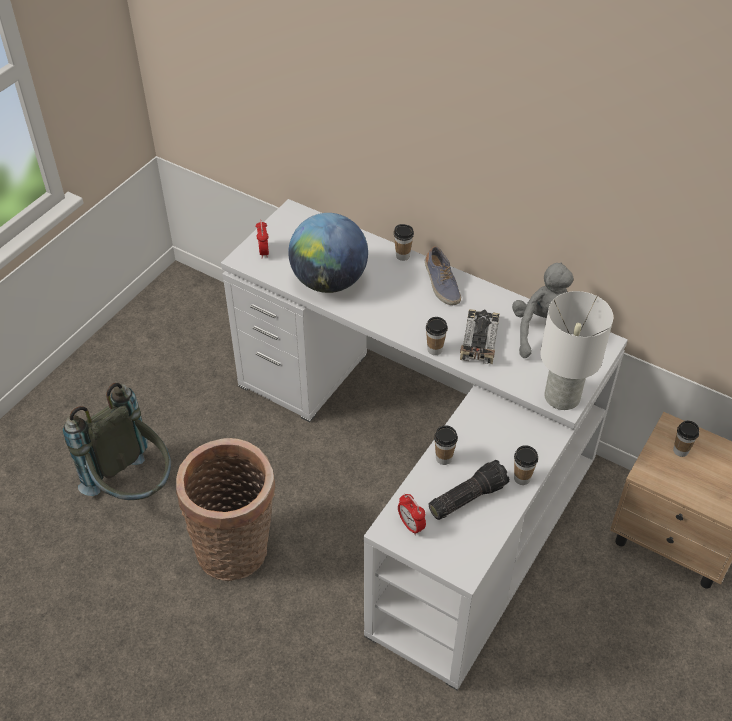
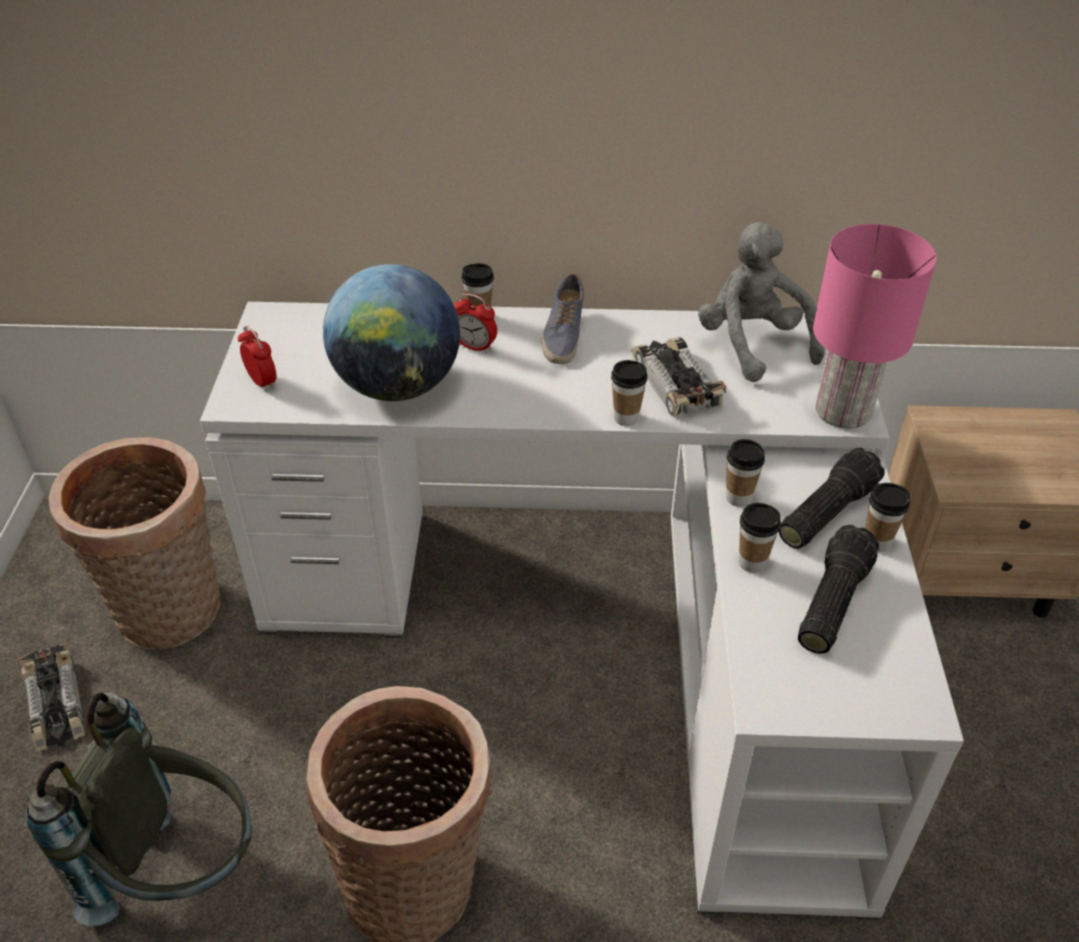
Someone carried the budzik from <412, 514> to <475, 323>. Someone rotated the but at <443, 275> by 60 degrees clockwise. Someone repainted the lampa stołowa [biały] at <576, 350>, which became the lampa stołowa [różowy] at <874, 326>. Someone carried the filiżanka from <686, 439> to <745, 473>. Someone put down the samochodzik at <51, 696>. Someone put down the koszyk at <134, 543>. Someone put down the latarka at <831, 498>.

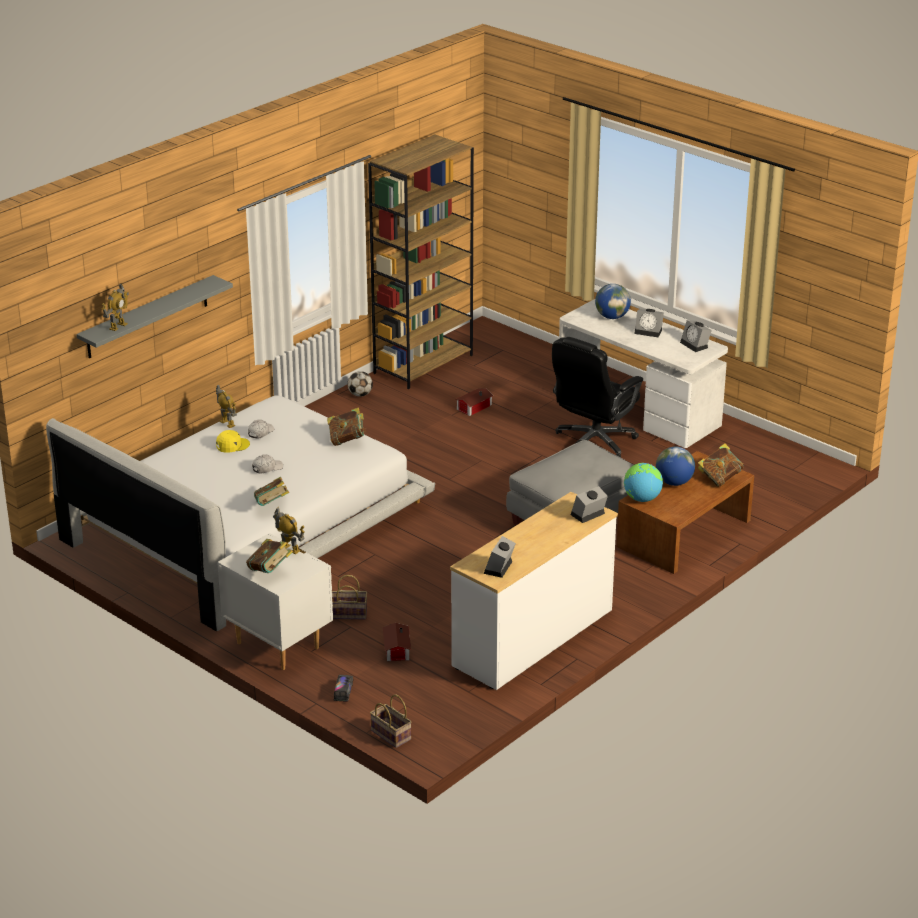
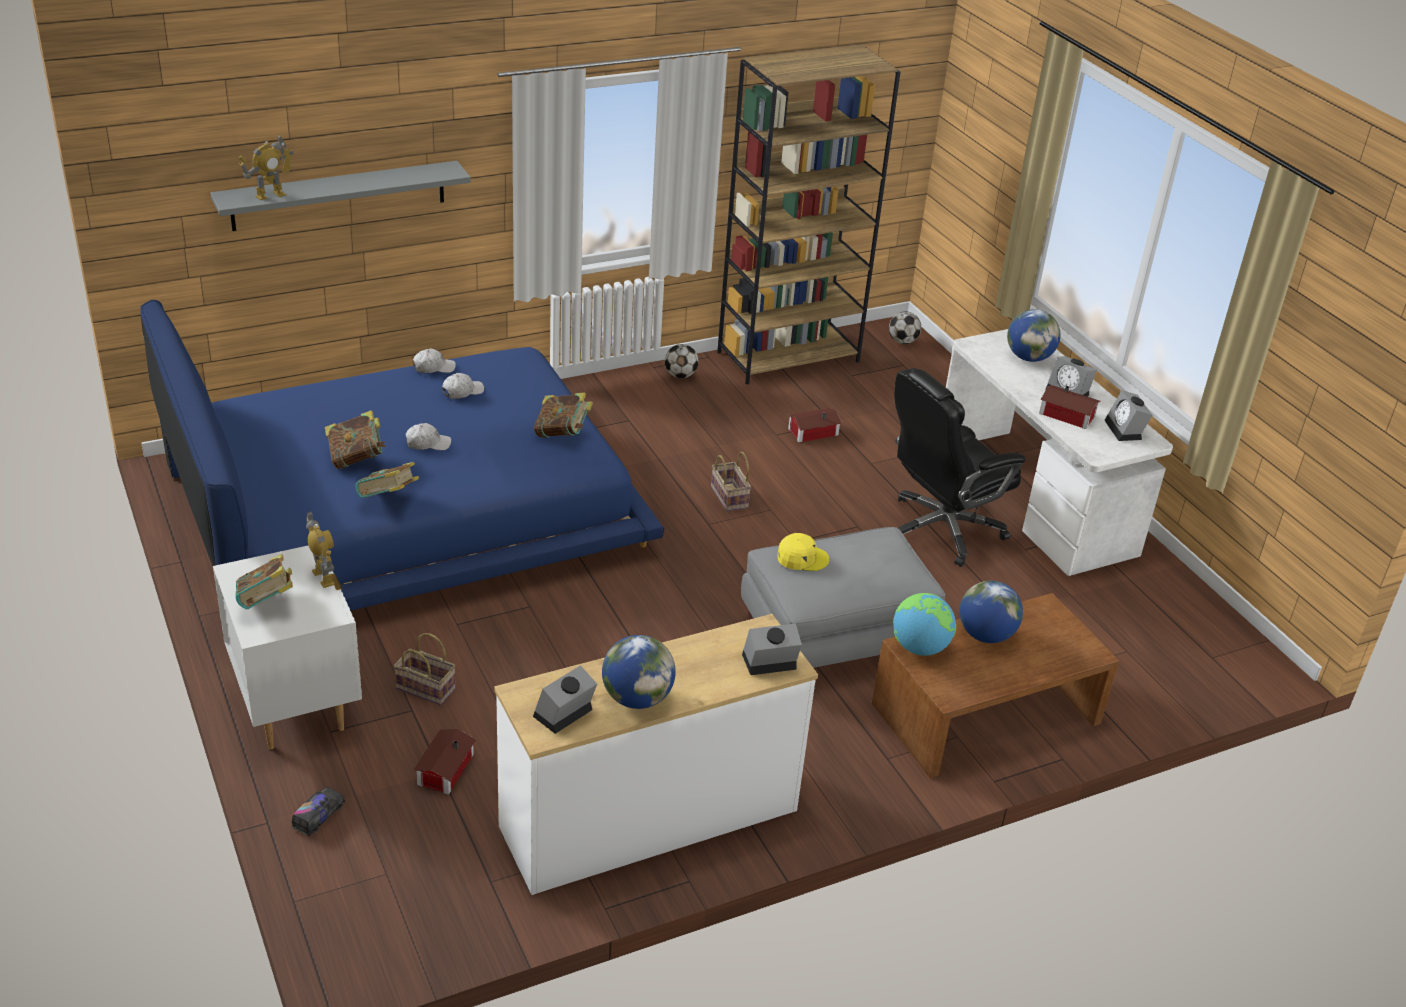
Someone repainted the łóżko [biały] at <240, 513>, which became the łóżko [niebieski] at <402, 455>. Someone swapped the robot zabawkowy at <226, 406> for the czapka z daszkiem [biały] at <434, 360>. Someone carried the czapka z daszkiem [żółty] from <233, 441> to <803, 552>. Someone carried the koszyk from <391, 721> to <731, 481>. Someone carried the książka from <721, 465> to <355, 439>. Someone put down the globus at <639, 672>. Someone put down the piłka futbolowa at <905, 328>. Someone put down the domek at <1070, 407>.

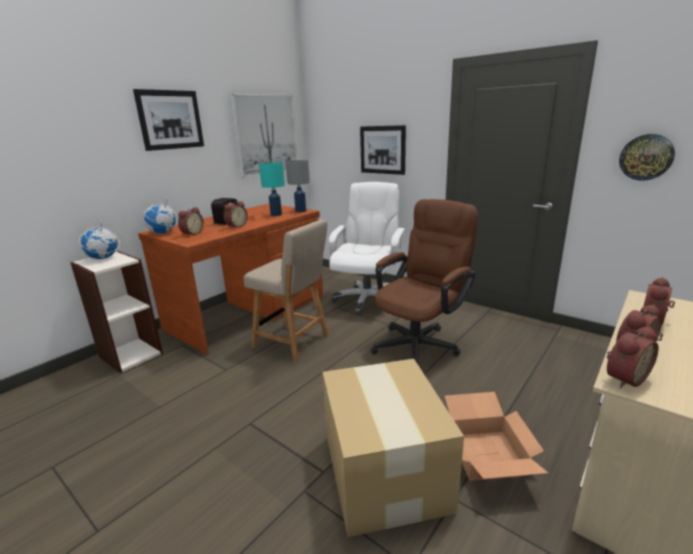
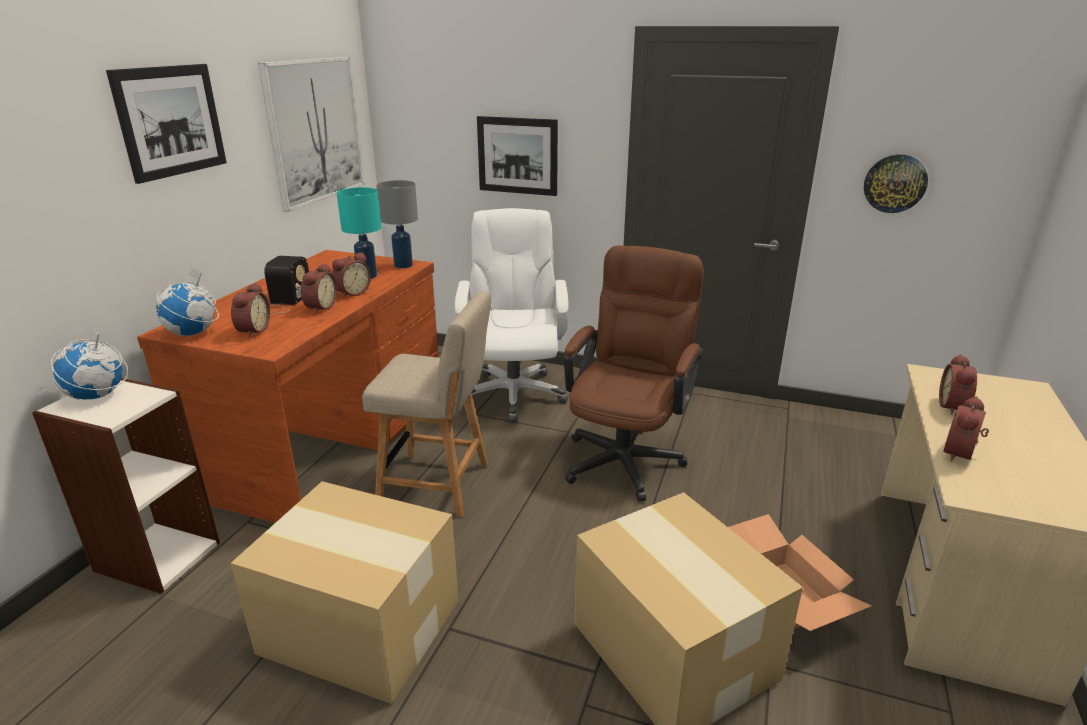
Someone carried the budzik from <633, 357> to <351, 275>. Someone put down the karton at <345, 592>.

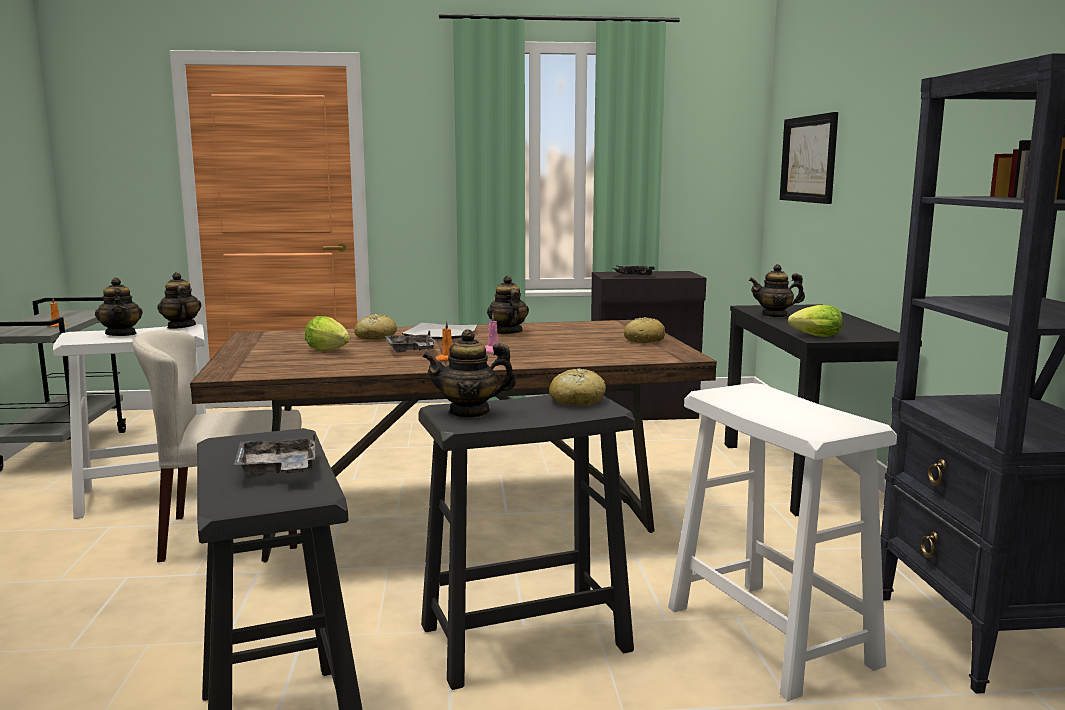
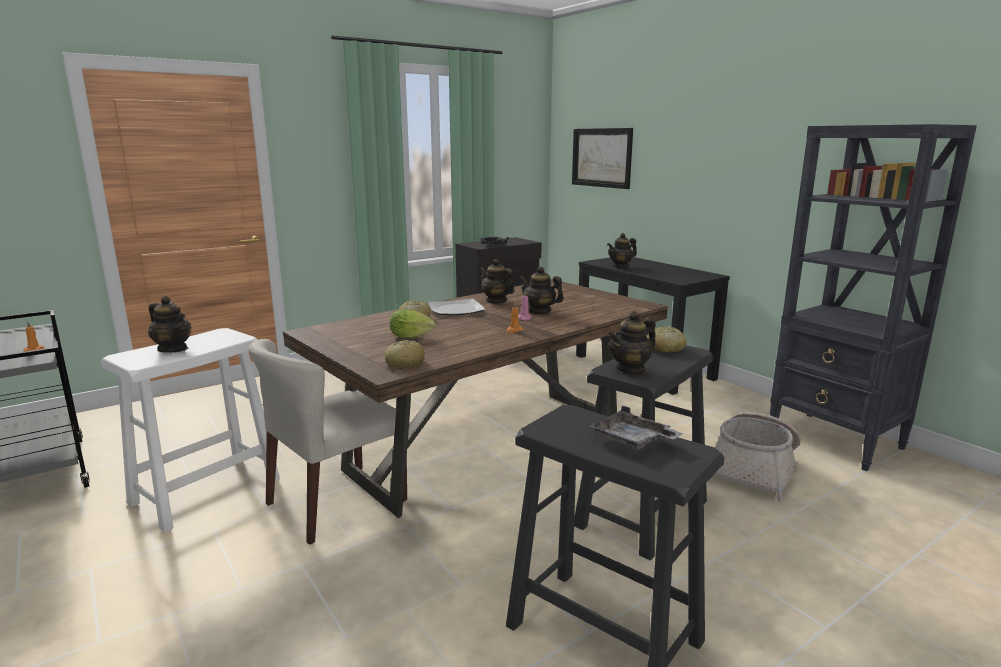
Someone carried the imbryk from <179, 300> to <541, 290>. Someone took away the taca [szary] at <410, 341>. Someone carried the chleb from <644, 330> to <405, 354>. Someone swapped the stołek [biały] at <782, 542> for the koszyk at <757, 457>. Someone took away the sałata at <815, 321>.

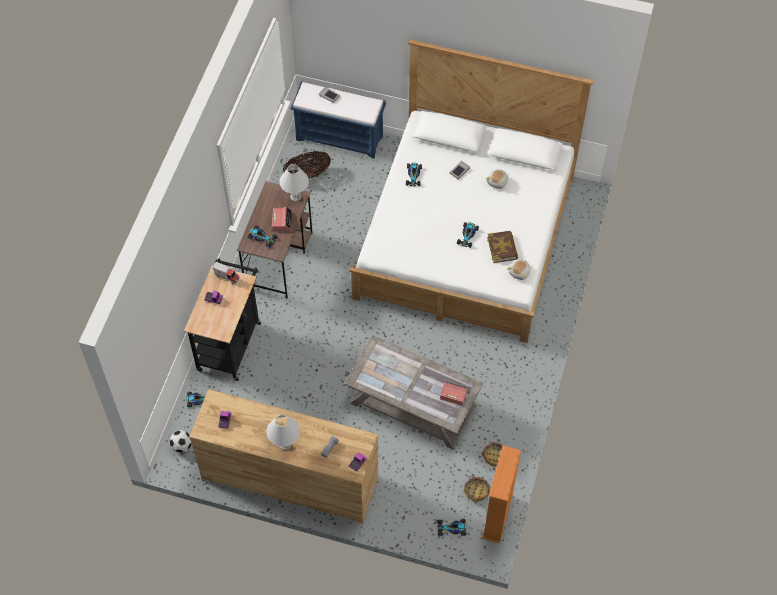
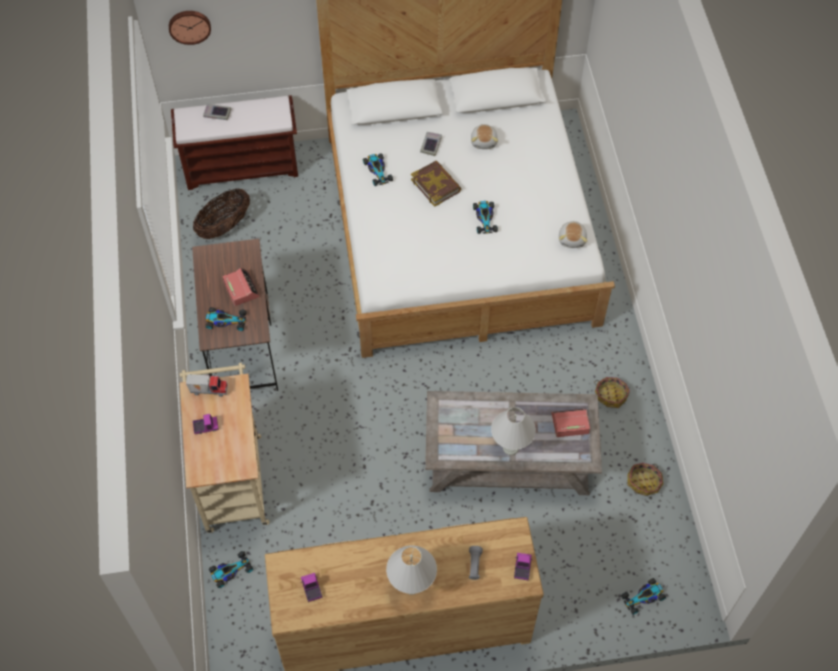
Someone took away the piłka futbolowa at <180, 441>. Someone repainted the wózek [czarny] at <222, 319>, which became the wózek [beżowy] at <225, 448>. Someone carried the lampa stołowa [biały] from <294, 183> to <513, 431>. Someone repainted the ławka [niebieski] at <338, 120>, which became the ławka [brązowy] at <234, 142>. Someone carried the koszyk from <477, 489> to <612, 392>. Someone took away the regał [pomarańczowy] at <501, 494>. Someone carried the książka from <502, 247> to <436, 184>. Someone put up the zegar ścienny at <190, 28>.

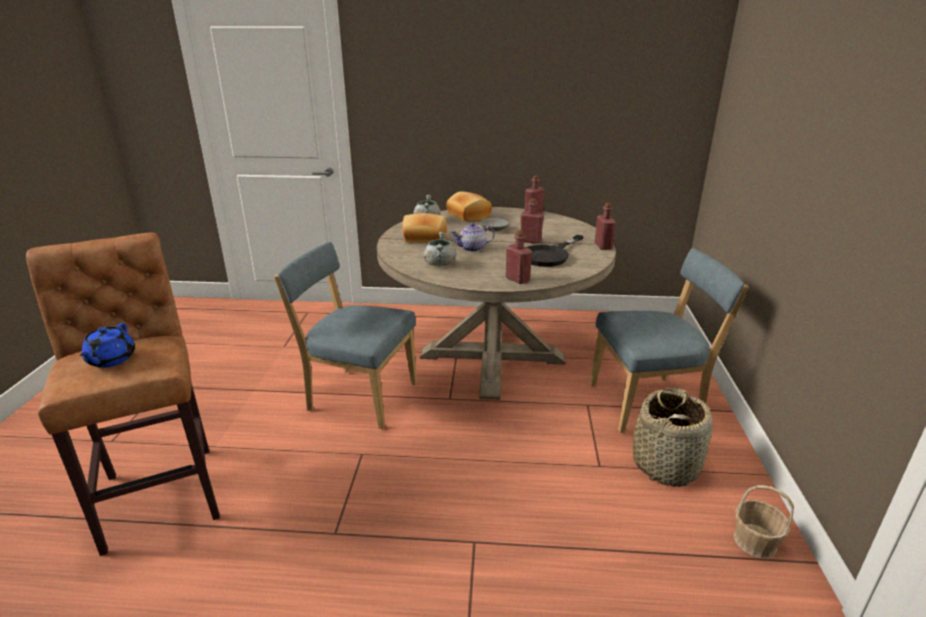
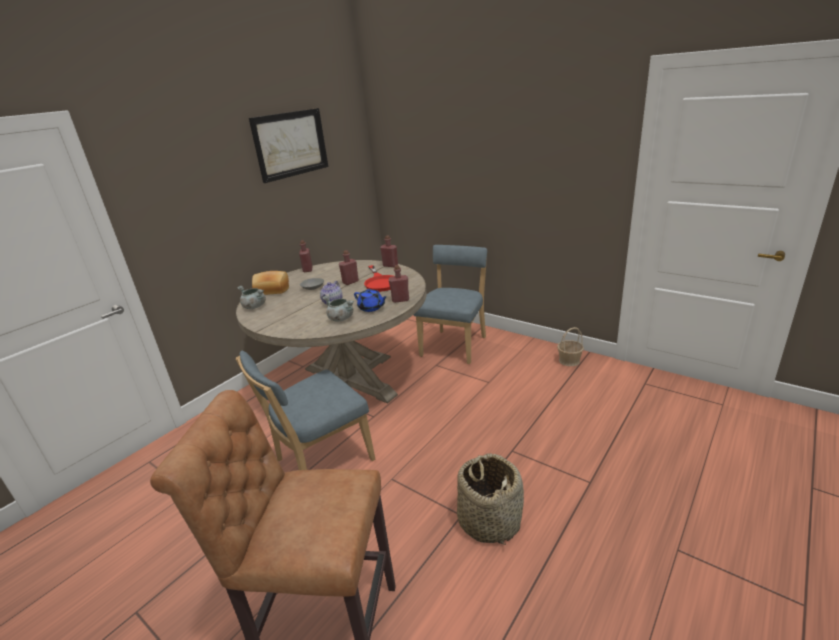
Someone carried the imbryk [niebieski] from <107, 345> to <370, 300>. Someone took away the chleb at <424, 228>. Someone repainted the patelnia [czarny] at <555, 251>, which became the patelnia [czerwony] at <378, 278>. Someone carried the koszyk from <672, 437> to <490, 499>. Someone put up the obraz at <288, 145>.

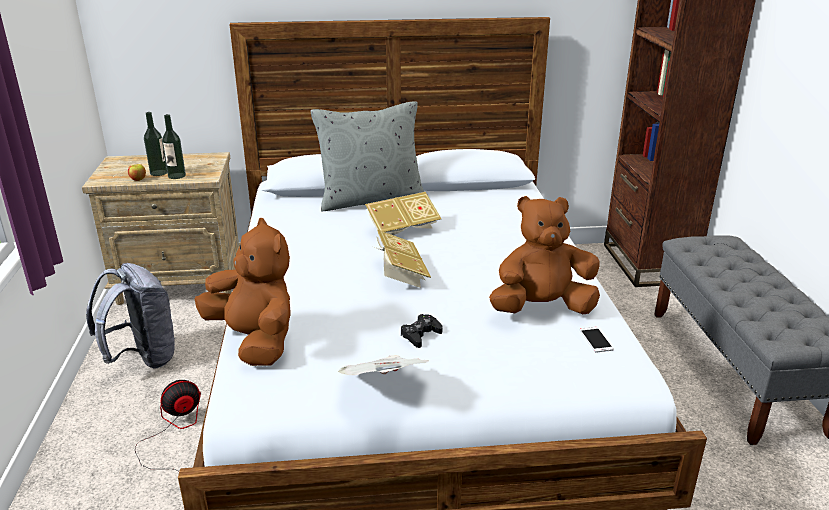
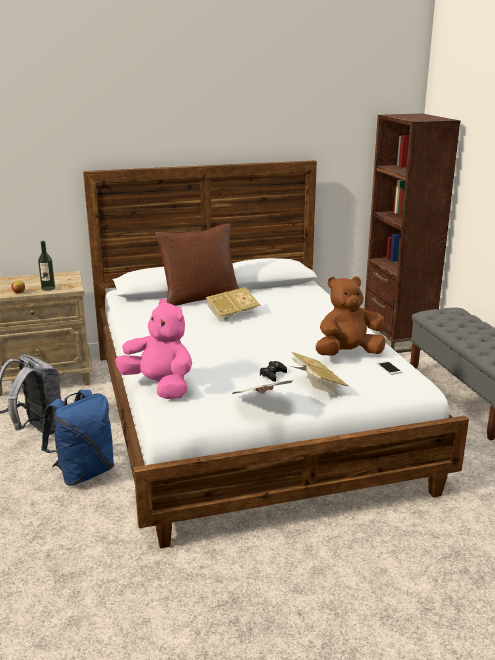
Someone swapped the wentylator at <168, 425> for the plecak [niebieski] at <77, 438>. Someone took away the butelka at <155, 144>. Someone repainted the pluszak [brązowy] at <243, 292>, which became the pluszak [różowy] at <153, 349>. Someone repainted the poduszka [szary] at <367, 157>, which became the poduszka [brązowy] at <197, 265>. Someone carried the książka from <403, 259> to <319, 373>.

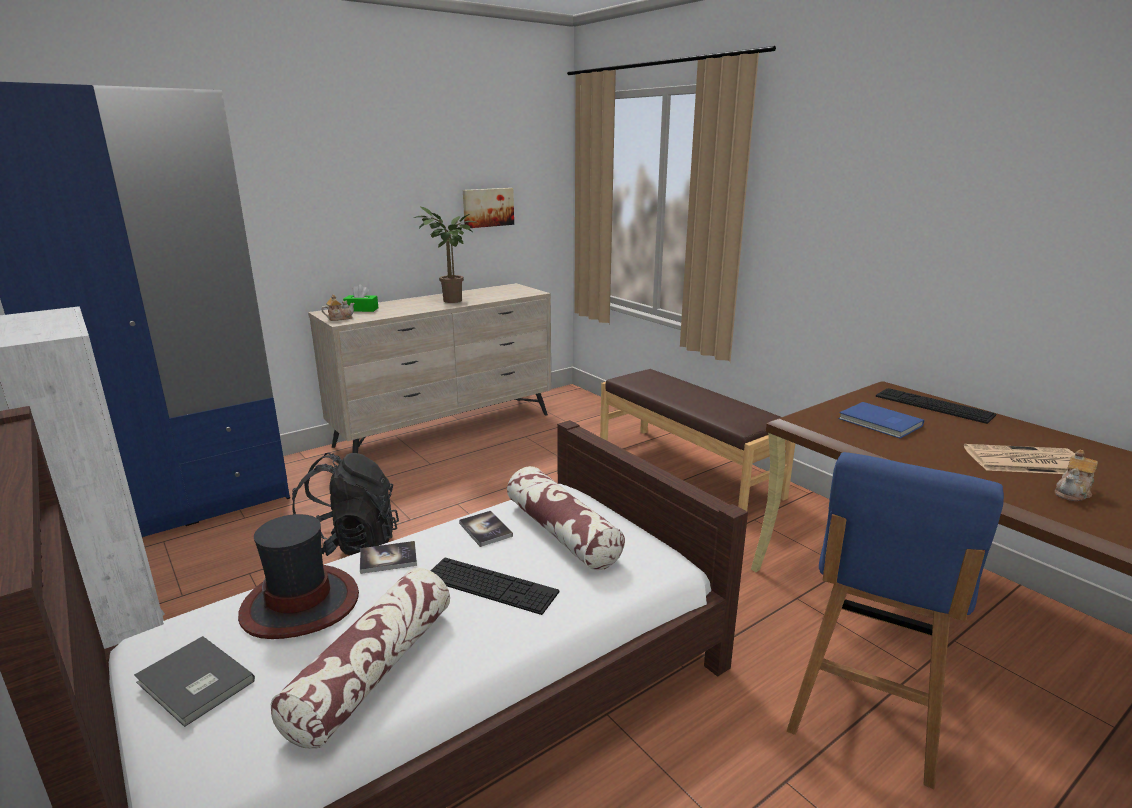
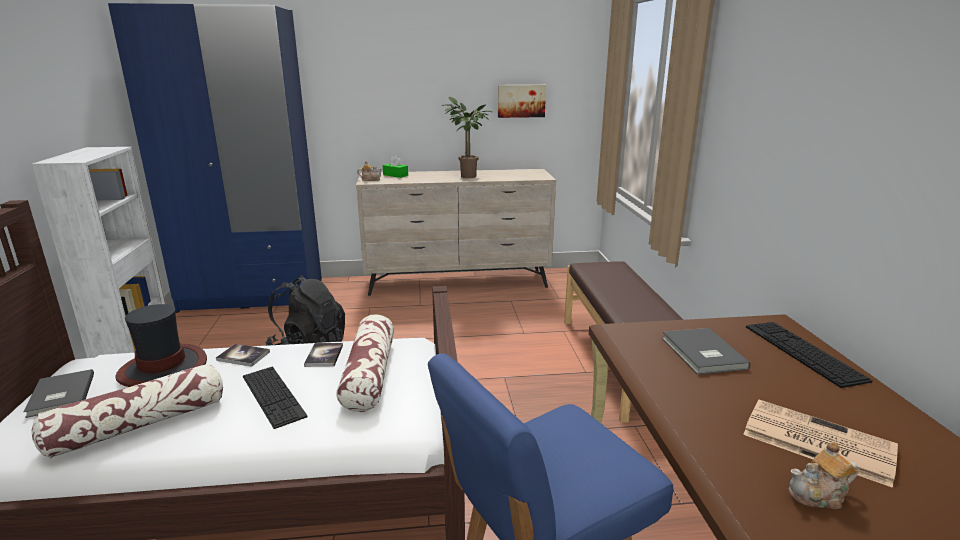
Someone repainted the książka [niebieski] at <881, 420>, which became the książka [szary] at <706, 351>.

